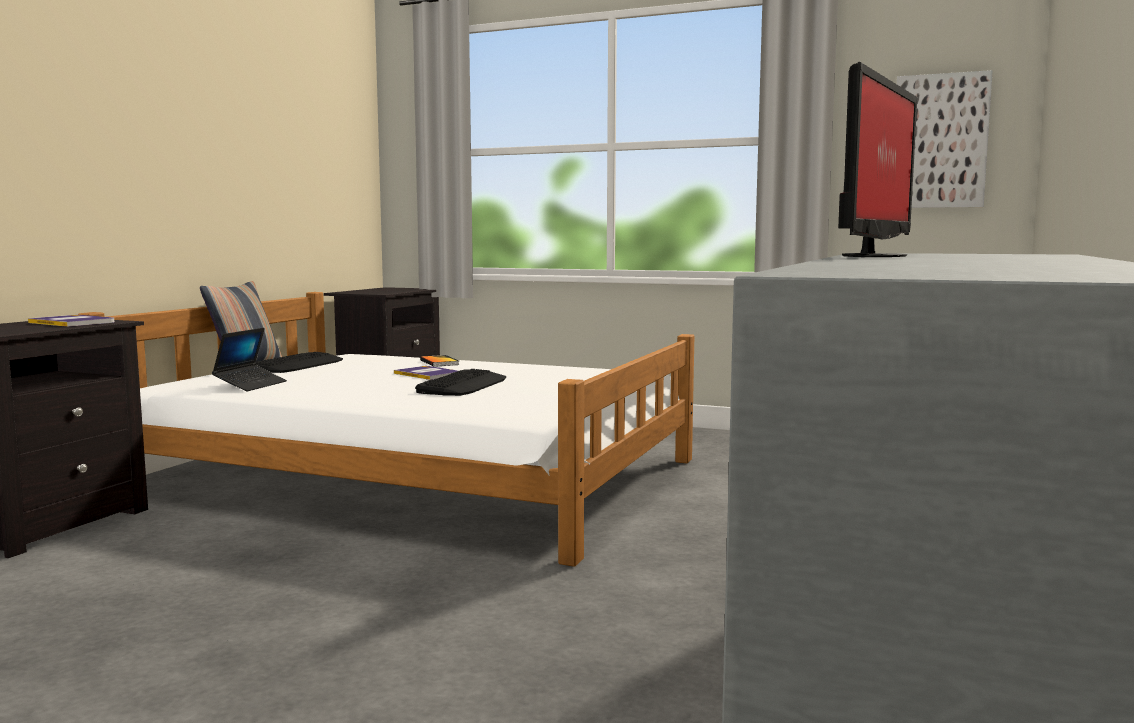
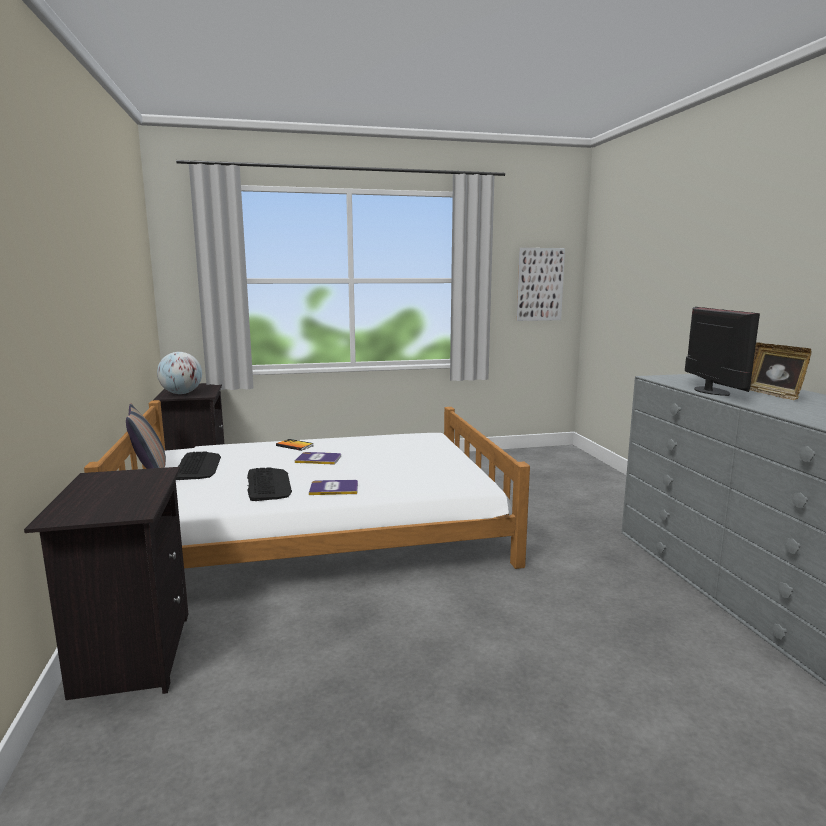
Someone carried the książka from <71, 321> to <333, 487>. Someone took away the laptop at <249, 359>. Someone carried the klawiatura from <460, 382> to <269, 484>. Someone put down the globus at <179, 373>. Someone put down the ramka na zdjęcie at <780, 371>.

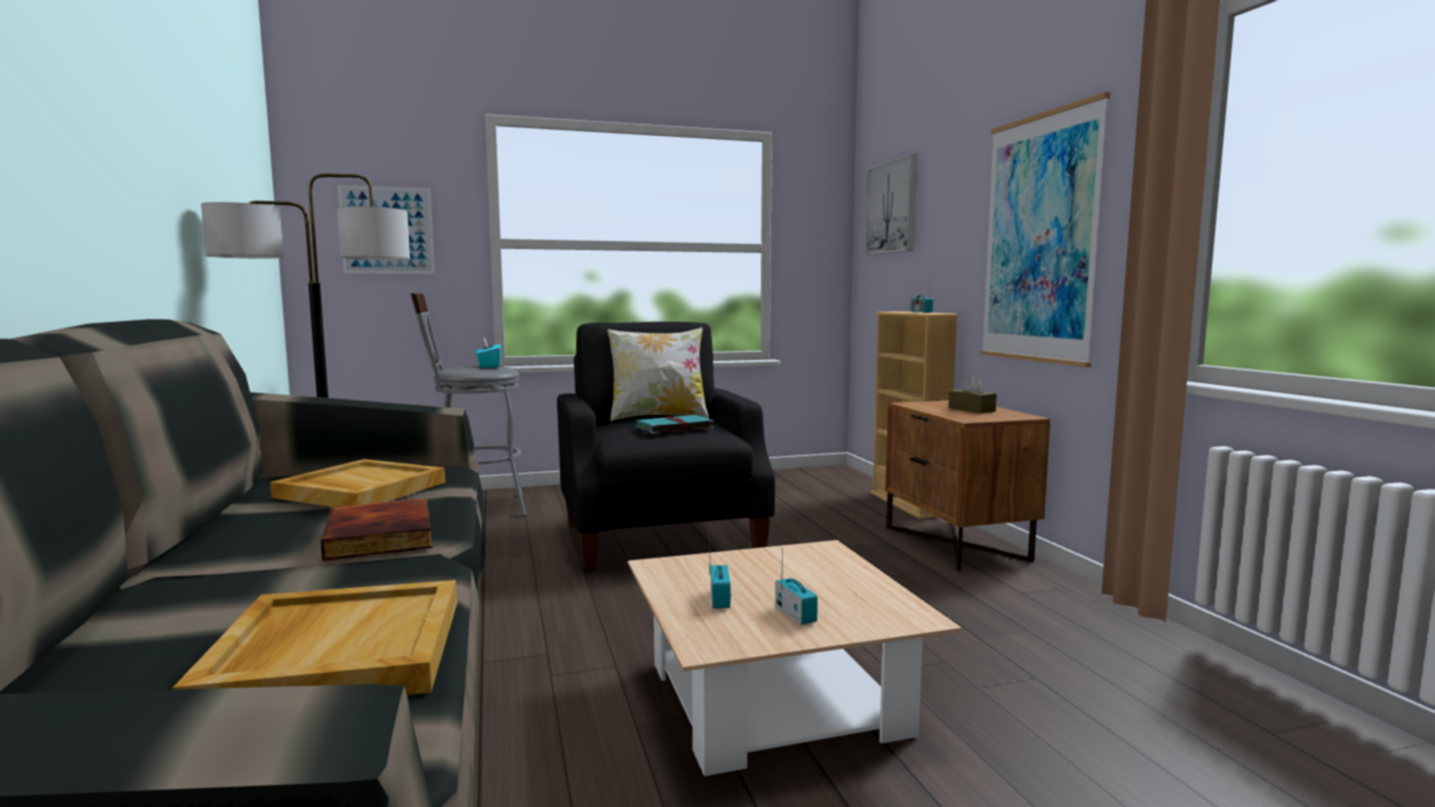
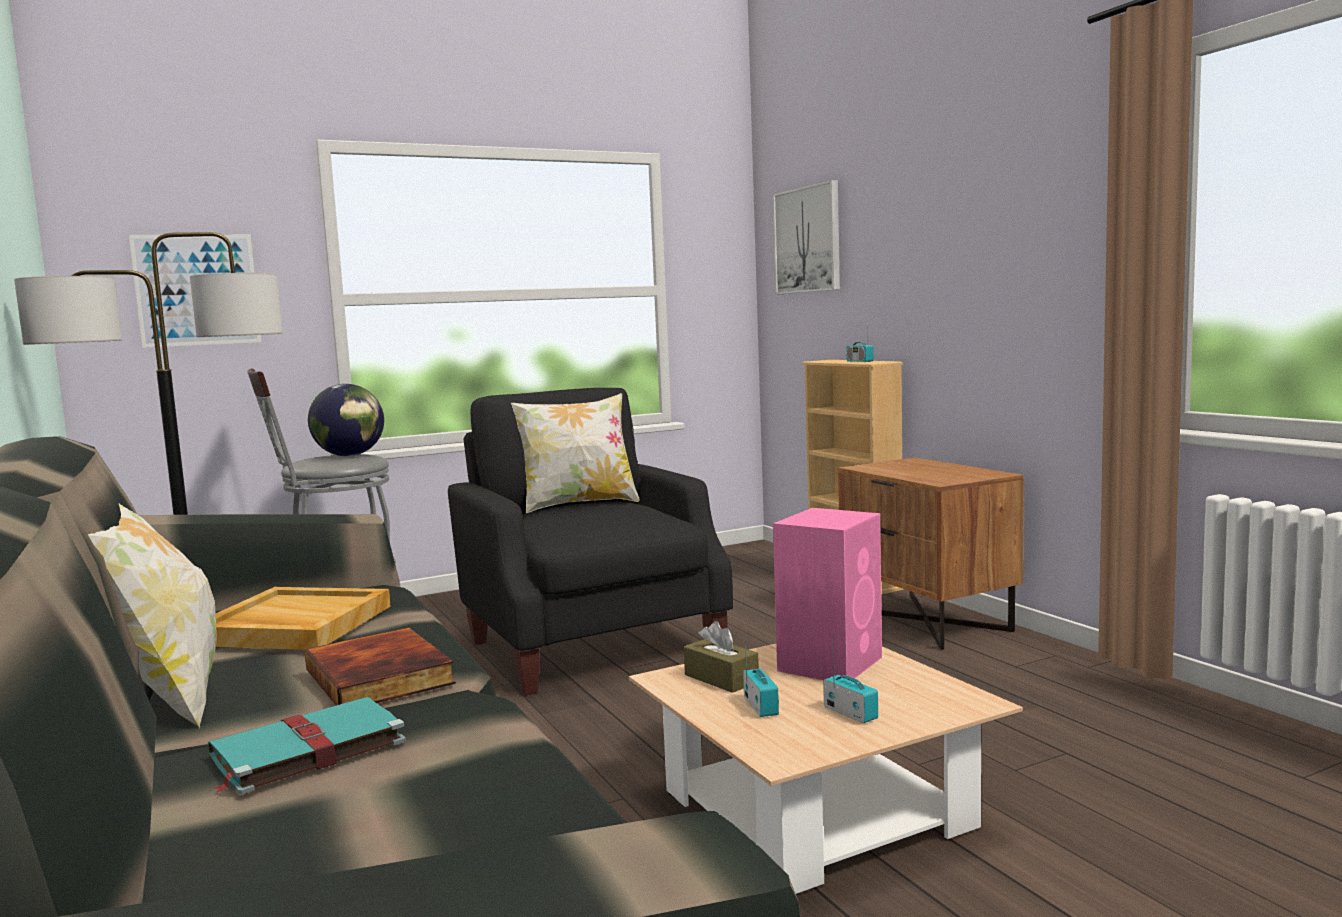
Someone took away the taca [beżowy] at <314, 637>. Someone swapped the pudełko chusteczek [turkusowy] at <488, 353> for the globus at <346, 420>. Someone carried the książka [turkusowy] from <674, 424> to <307, 745>. Someone carried the pudełko chusteczek [brązowy] from <972, 394> to <721, 657>. Someone took away the obraz at <1045, 229>. Someone put down the poduszka at <152, 616>. Someone put down the głośnik [różowy] at <827, 594>.

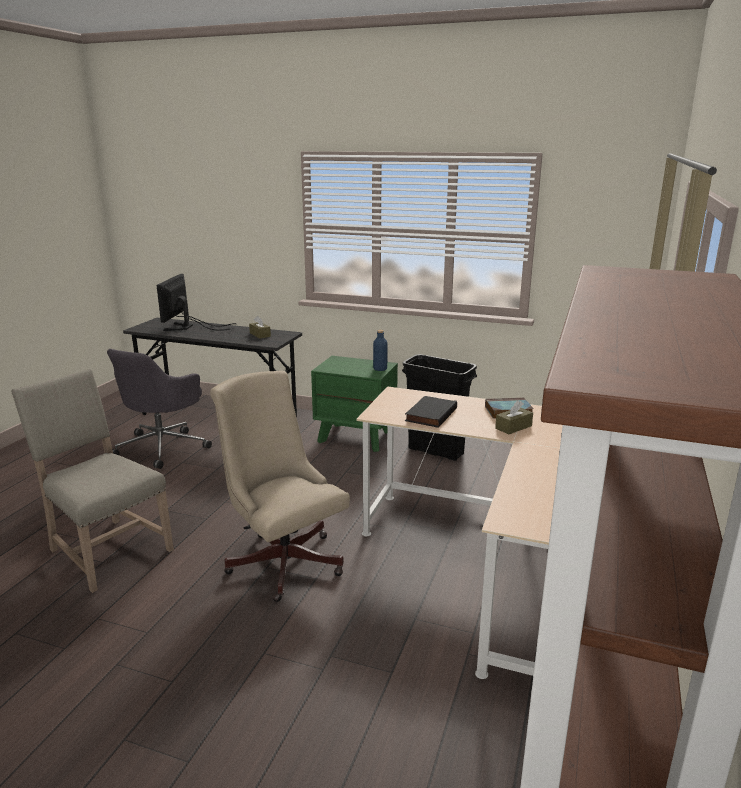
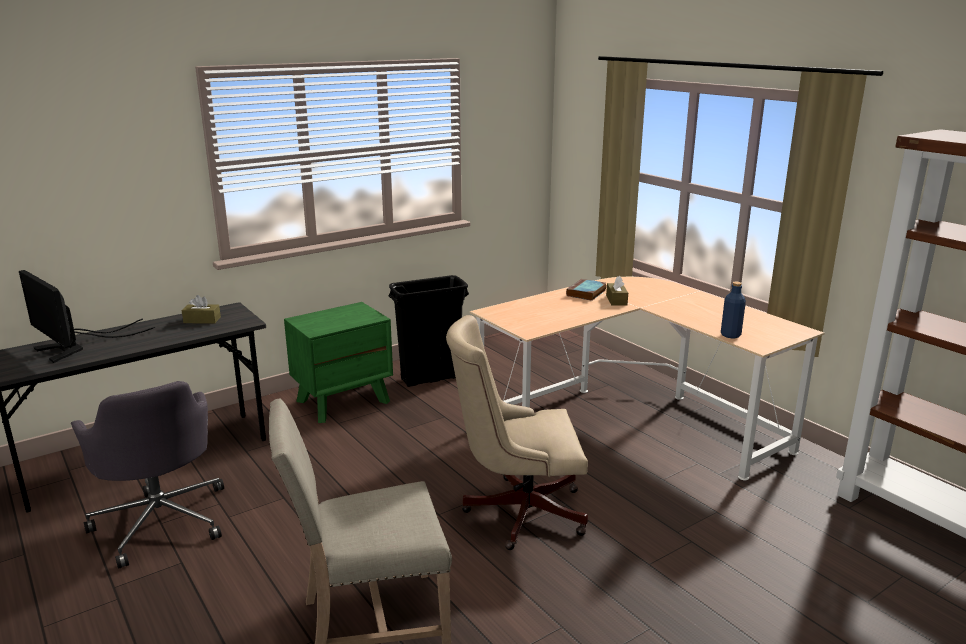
Someone carried the butelka [niebieski] from <380, 350> to <733, 310>. Someone took away the książka [czarny] at <431, 412>.

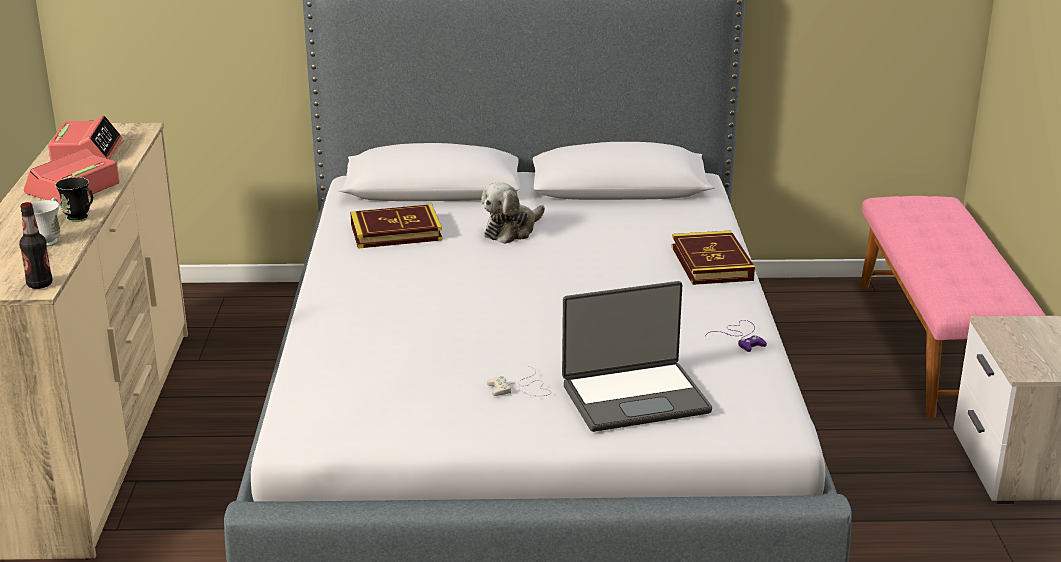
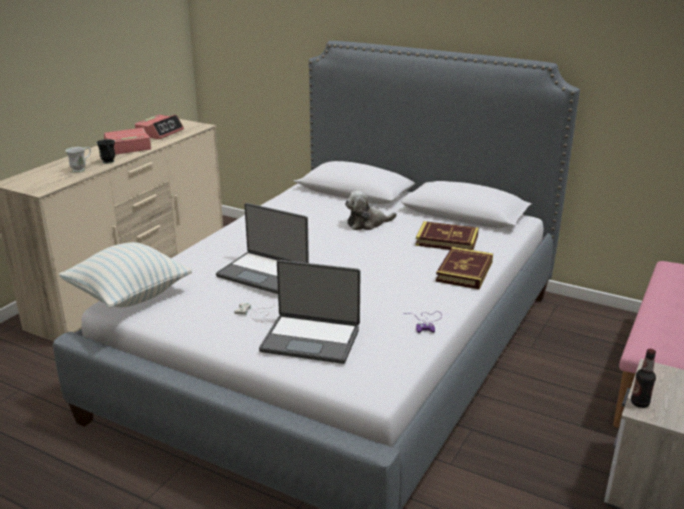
Someone carried the butelka from <36, 245> to <643, 378>. Someone carried the książka from <396, 226> to <447, 235>. Someone put down the poduszka at <125, 275>. Someone put down the laptop at <262, 248>.

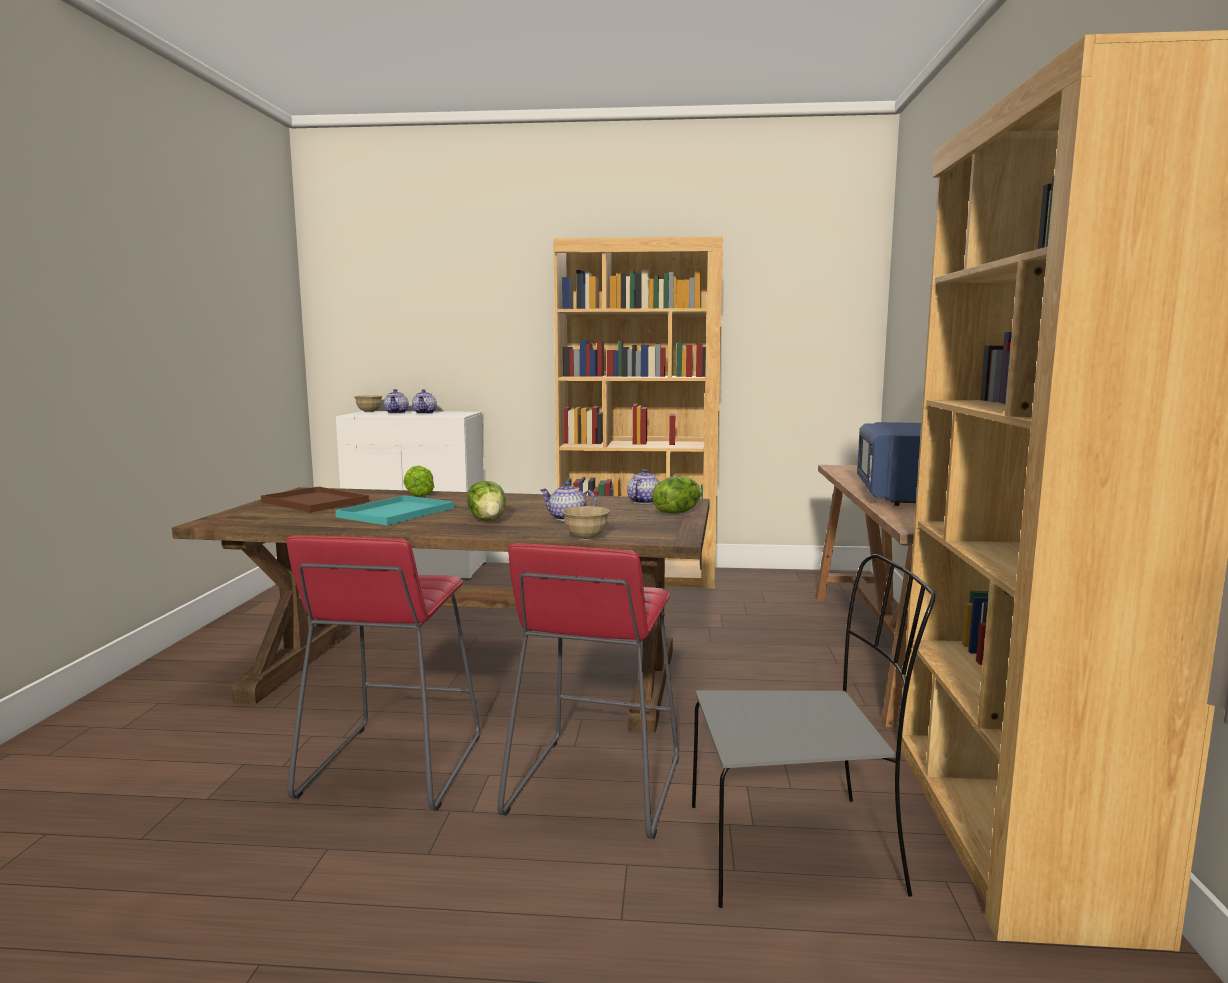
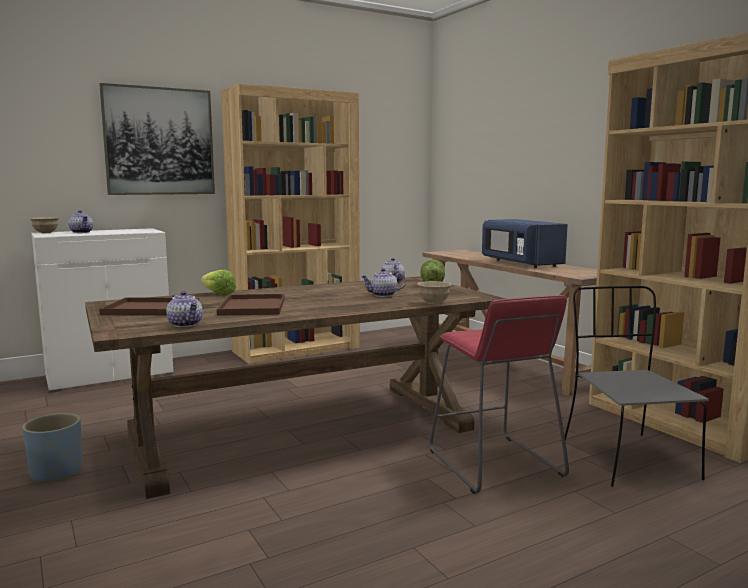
Someone took away the stołek [czerwony] at <383, 672>. Someone repainted the taca [turkusowy] at <394, 510>, which became the taca [brązowy] at <251, 305>. Someone carried the imbryk from <424, 401> to <184, 309>. Someone took away the sałata at <486, 500>. Someone rotated the krzesło [szary] at <814, 731> by 60 degrees counterclockwise. Someone put down the donica [niebieski] at <52, 447>. Someone put up the obraz at <157, 139>.

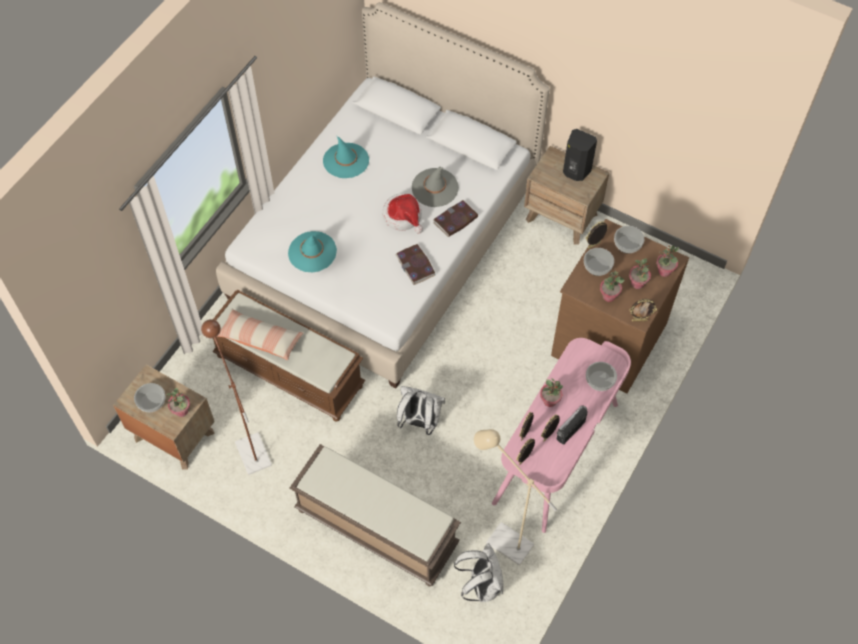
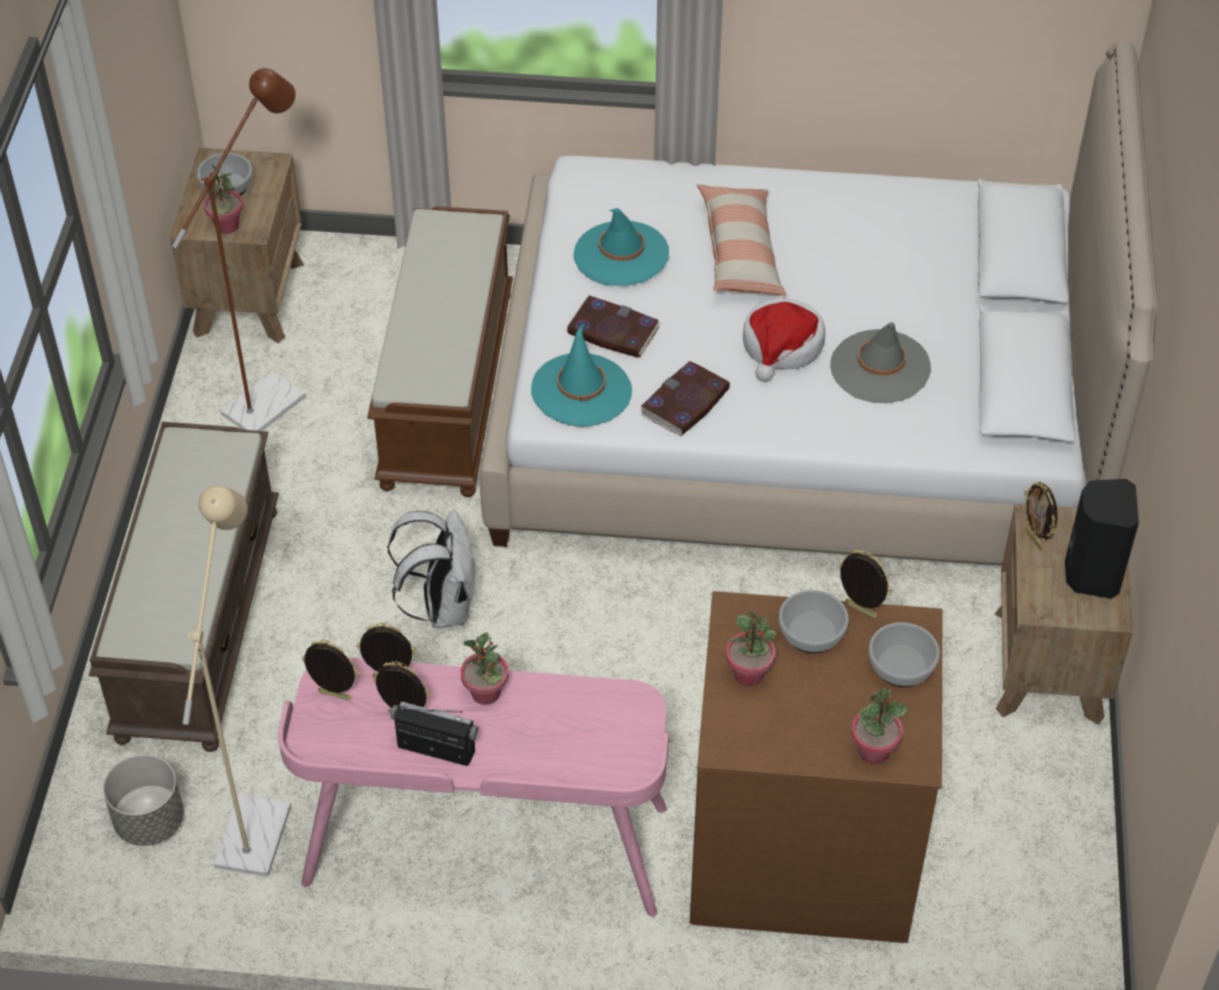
Someone carried the poduszka from <260, 335> to <742, 240>. Someone carried the kapelusz [turkusowy] from <346, 157> to <581, 376>. Someone carried the książka from <455, 218> to <613, 326>. Someone swapped the plecak [biały] at <479, 572> for the donica [szary] at <143, 800>. Someone took away the miska at <601, 376>. Someone took away the roślina doniczkowa at <640, 274>. Someone carried the ramka na zdjęcie from <643, 310> to <1041, 516>.

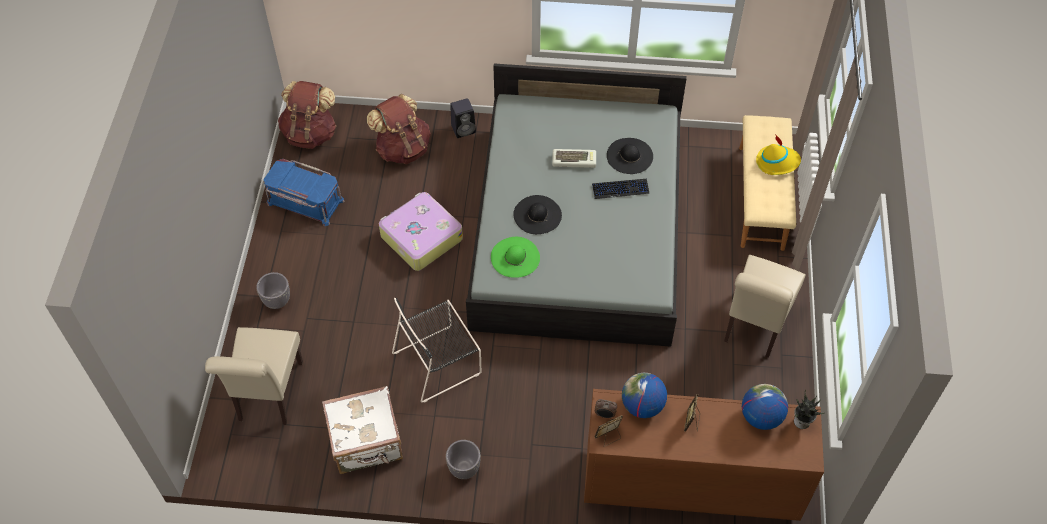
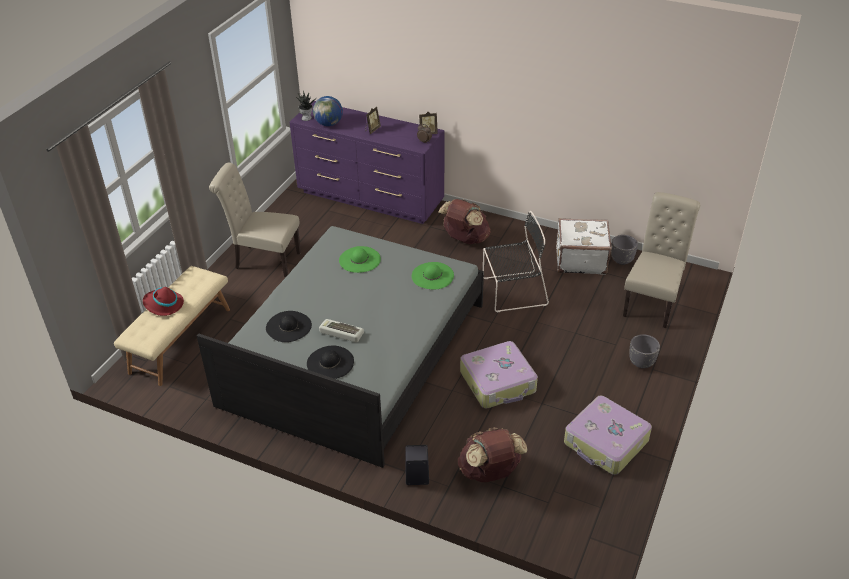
Someone swapped the pojemnik do przechowywania [niebieski] at <303, 192> for the walizka at <608, 435>. Someone carried the plecak [brązowy] from <307, 115> to <464, 221>. Someone carried the donica [szary] from <463, 459> to <624, 250>. Someone carried the kapelusz [czarny] from <537, 214> to <330, 362>. Someone repainted the komoda [brązowy] at <704, 455>, which became the komoda [fioletowy] at <366, 162>. Someone took away the klawiatura at <621, 189>. Someone took away the globus at <644, 395>. Someone rotated the krzesło [beżowy] at <765, 306> by 120 degrees counterclockwise. Someone repainted the kapelusz [żółty] at <778, 154>, which became the kapelusz [czerwony] at <163, 301>. Someone put down the kapelusz [zielony] at <360, 259>.

